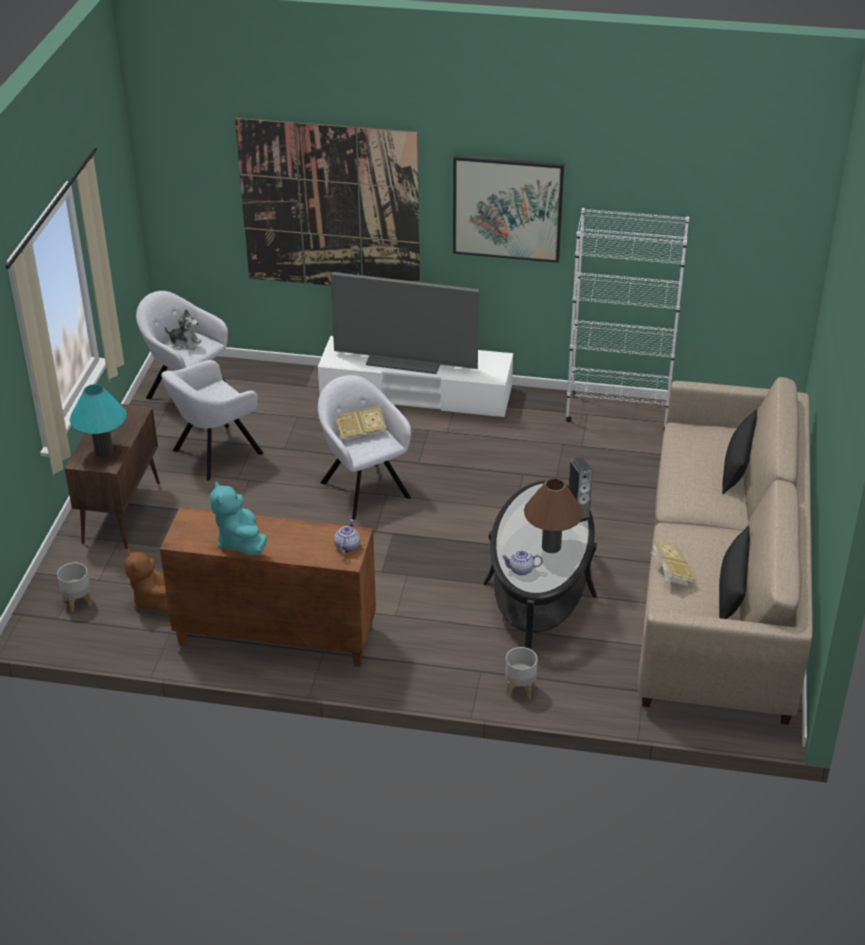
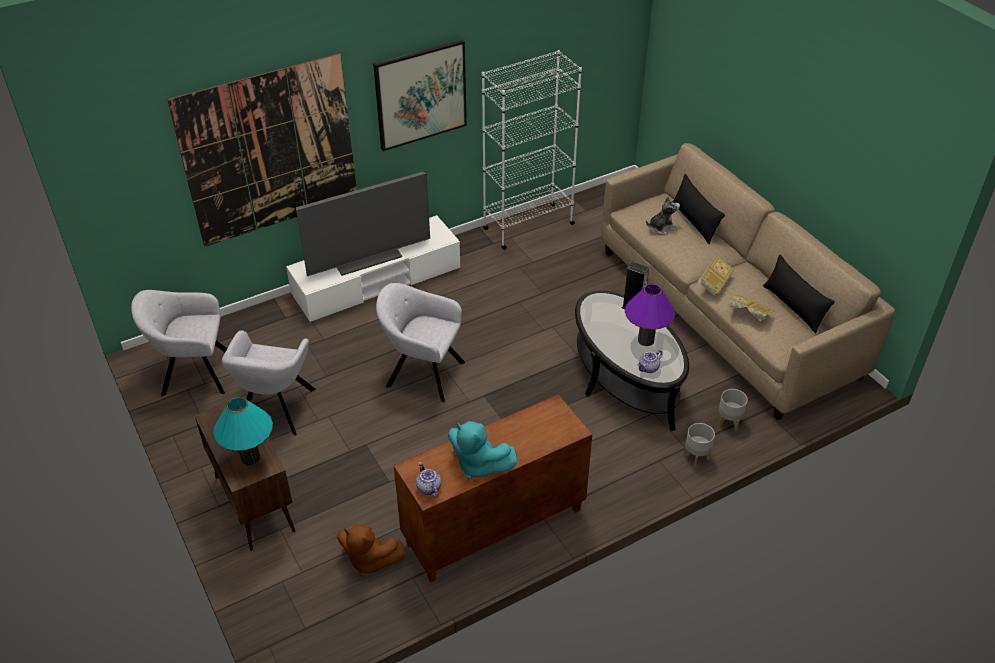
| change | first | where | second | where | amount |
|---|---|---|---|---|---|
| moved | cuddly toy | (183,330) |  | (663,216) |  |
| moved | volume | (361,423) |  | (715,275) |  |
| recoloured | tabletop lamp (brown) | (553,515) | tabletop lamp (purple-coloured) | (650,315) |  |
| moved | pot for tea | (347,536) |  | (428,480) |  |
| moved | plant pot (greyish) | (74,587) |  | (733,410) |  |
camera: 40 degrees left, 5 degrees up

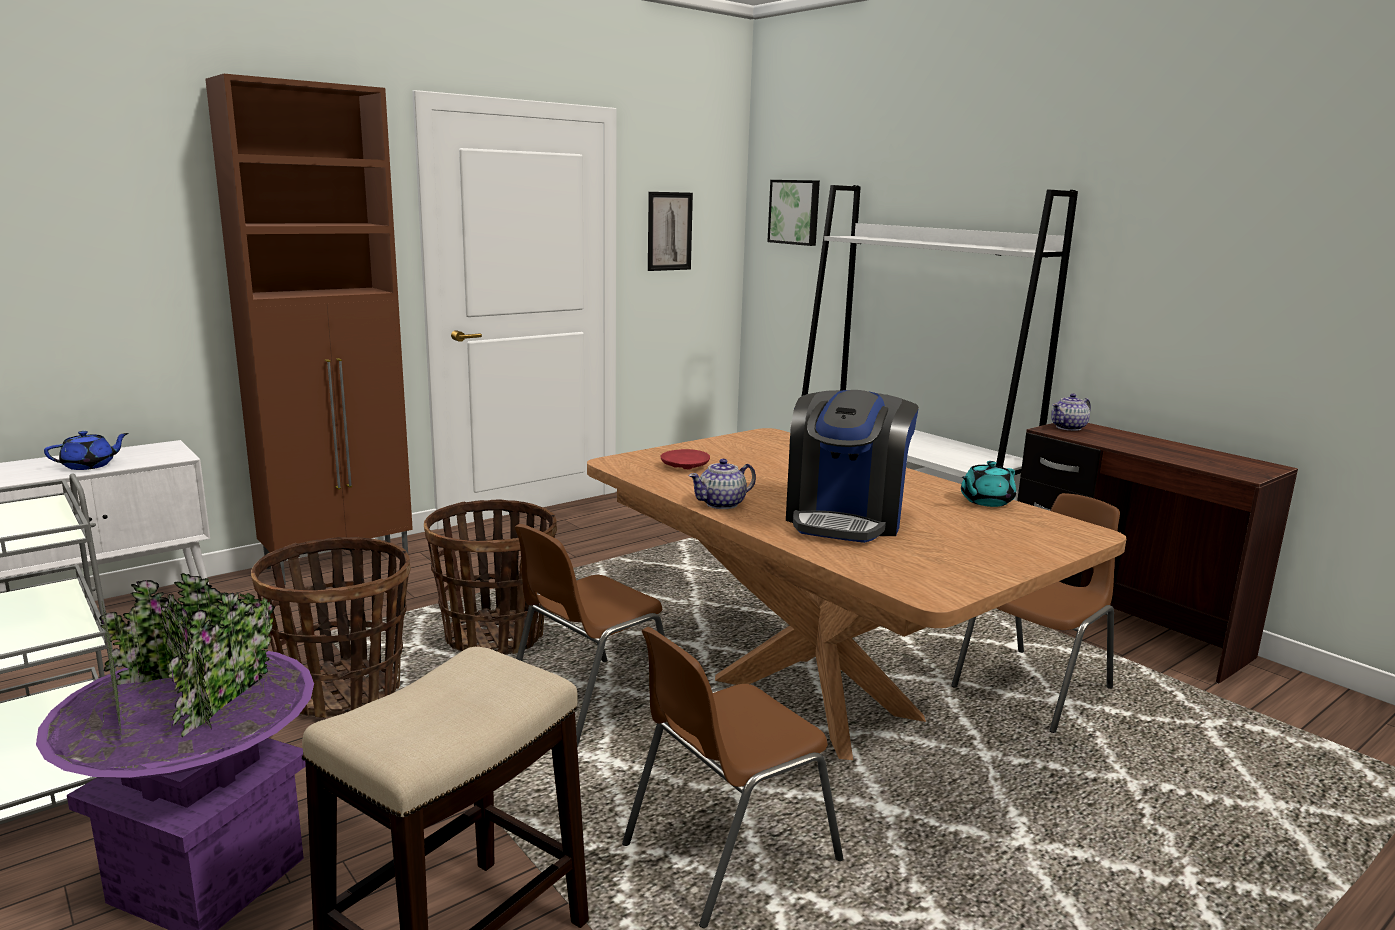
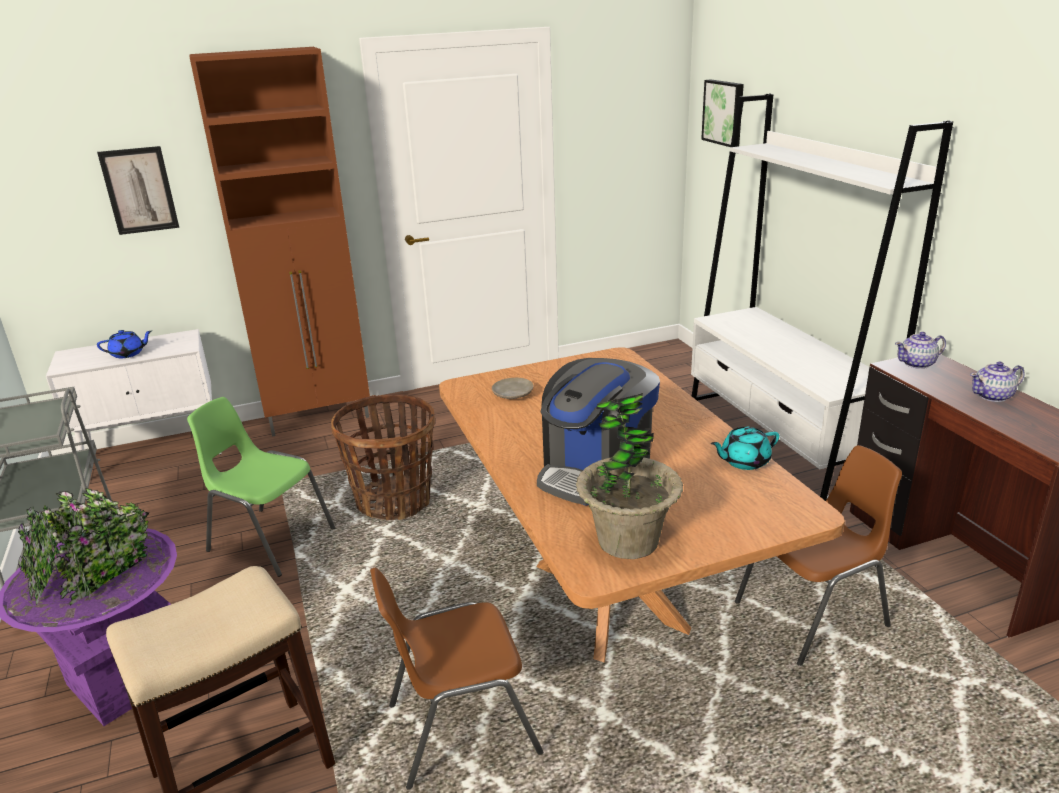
| change | first | where | second | where | amount |
|---|---|---|---|---|---|
| moved | wall picture | (670,231) |  | (138,190) |  |
| recoloured | plate (reddish) | (685,459) | plate (beige-coloured) | (512,388) |  |
| moved | pot for tea | (722,484) |  | (997,382) |  |
| removed | upright chair (brown) | (590,636) |  |  |  |
| replaced | basket | (331,627) | upright chair (green) | (261,487) |  |
| added |  |  | houseplant | (629,476) |  |
camera: 20 degrees right, 10 degrees up

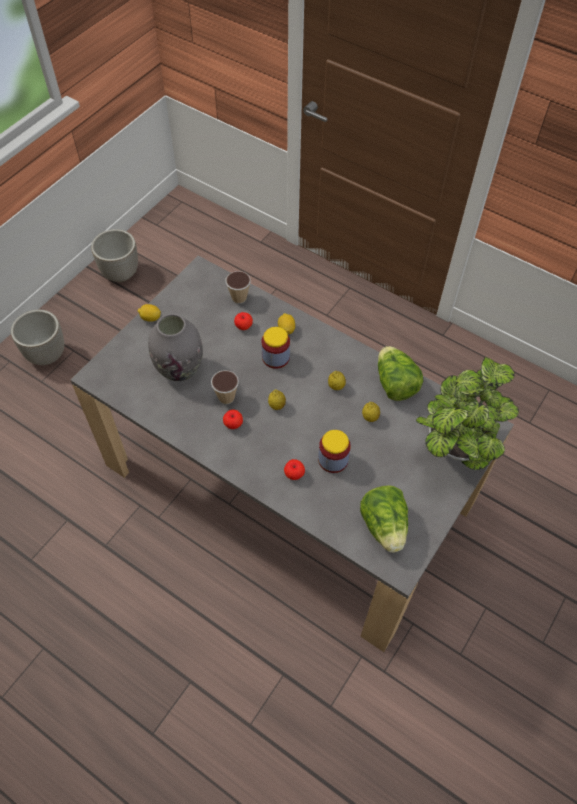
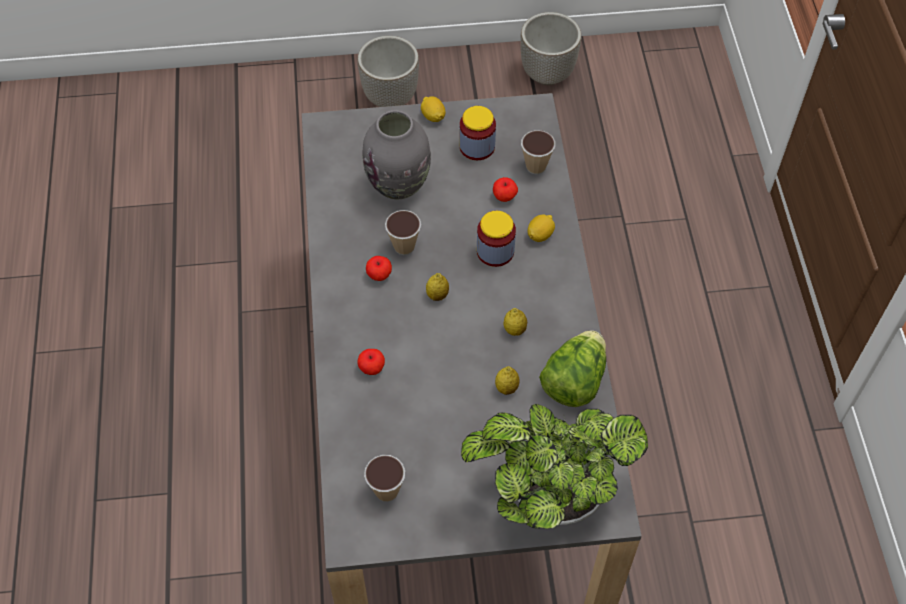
| change | first | where | second | where | amount |
|---|---|---|---|---|---|
| moved | storage jar | (334,451) |  | (477,133) |  |
| replaced | lettuce head | (384,519) | cup | (384,478) |  |
camera: 50 degrees right, 0 degrees up

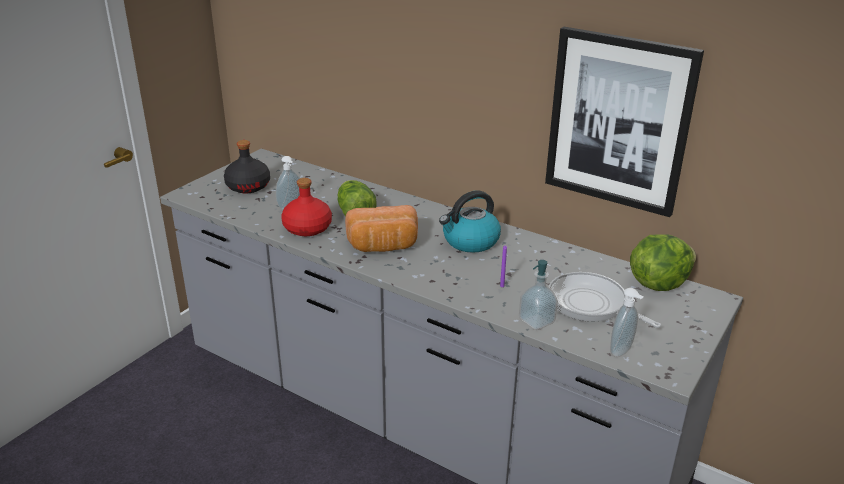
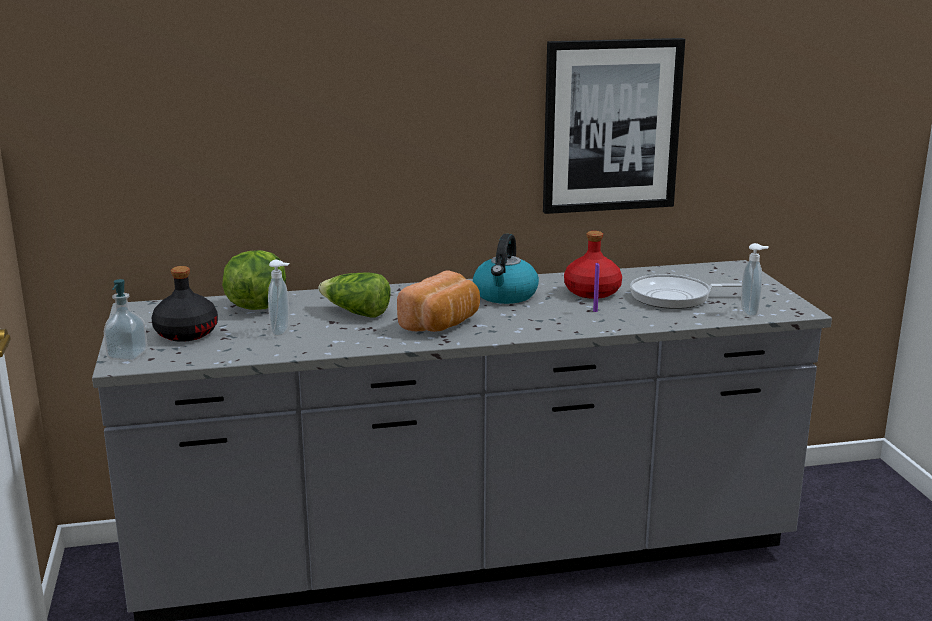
| change | first | where | second | where | amount |
|---|---|---|---|---|---|
| moved | beverage bottle (reddish) | (306,207) |  | (593,265) |  |
| moved | lettuce head | (663,262) |  | (254,280) |  |
| moved | soap bottle | (538,295) |  | (126,320) |  |
camera: 45 degrees left, 10 degrees down

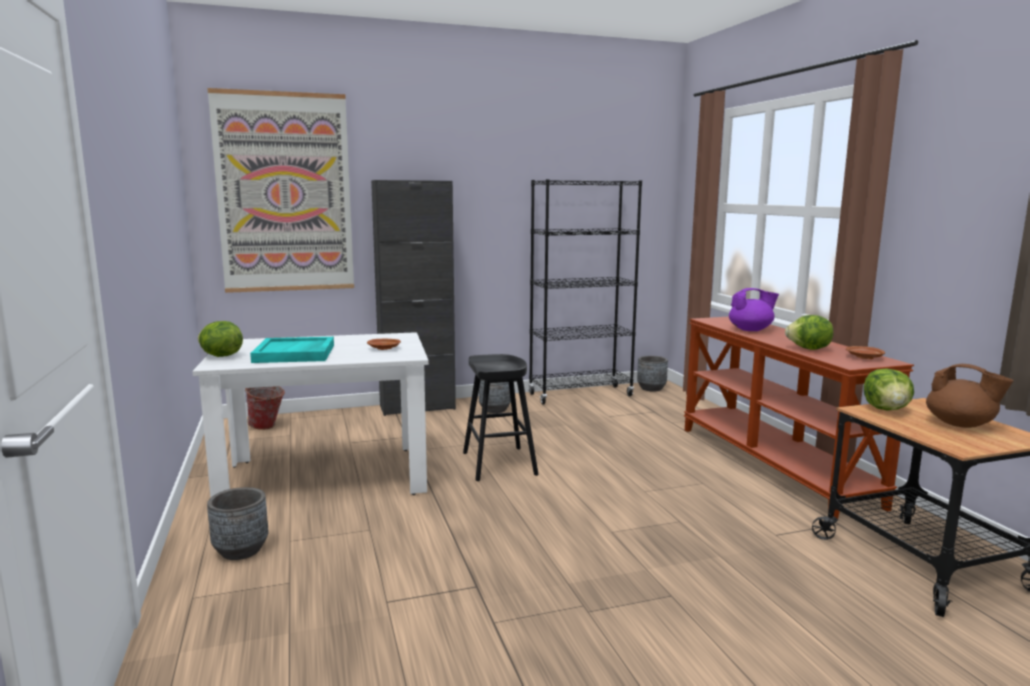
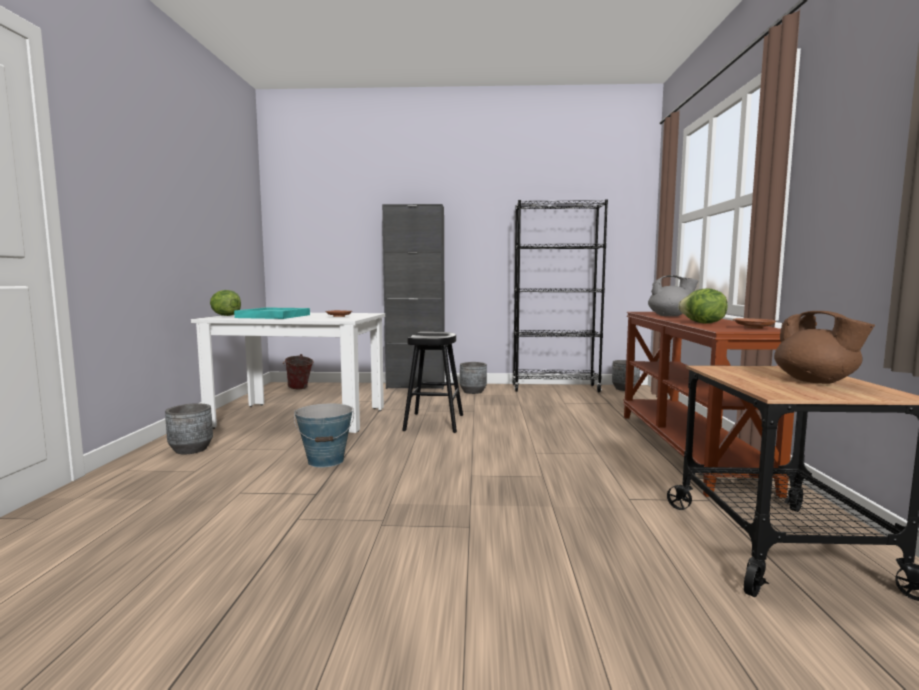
| change | first | where | second | where | amount |
|---|---|---|---|---|---|
| removed | wall picture | (280,190) |  |  |  |
| recoloured | pot for tea (purple-coloured) | (754,309) | pot for tea (greyish) | (673,295) |  |
| removed | lettuce head | (889,389) |  |  |  |
| added |  |  | pail | (324,435) |  |
camera: 20 degrees right, 5 degrees down

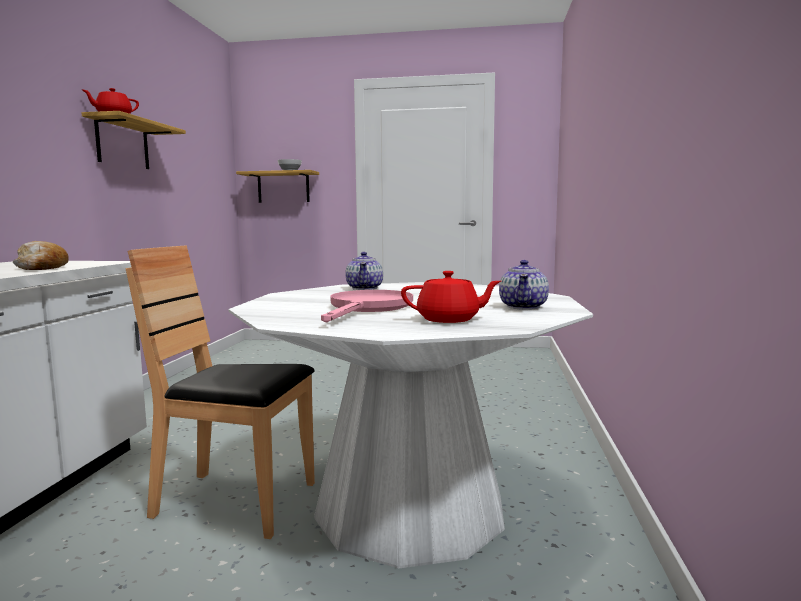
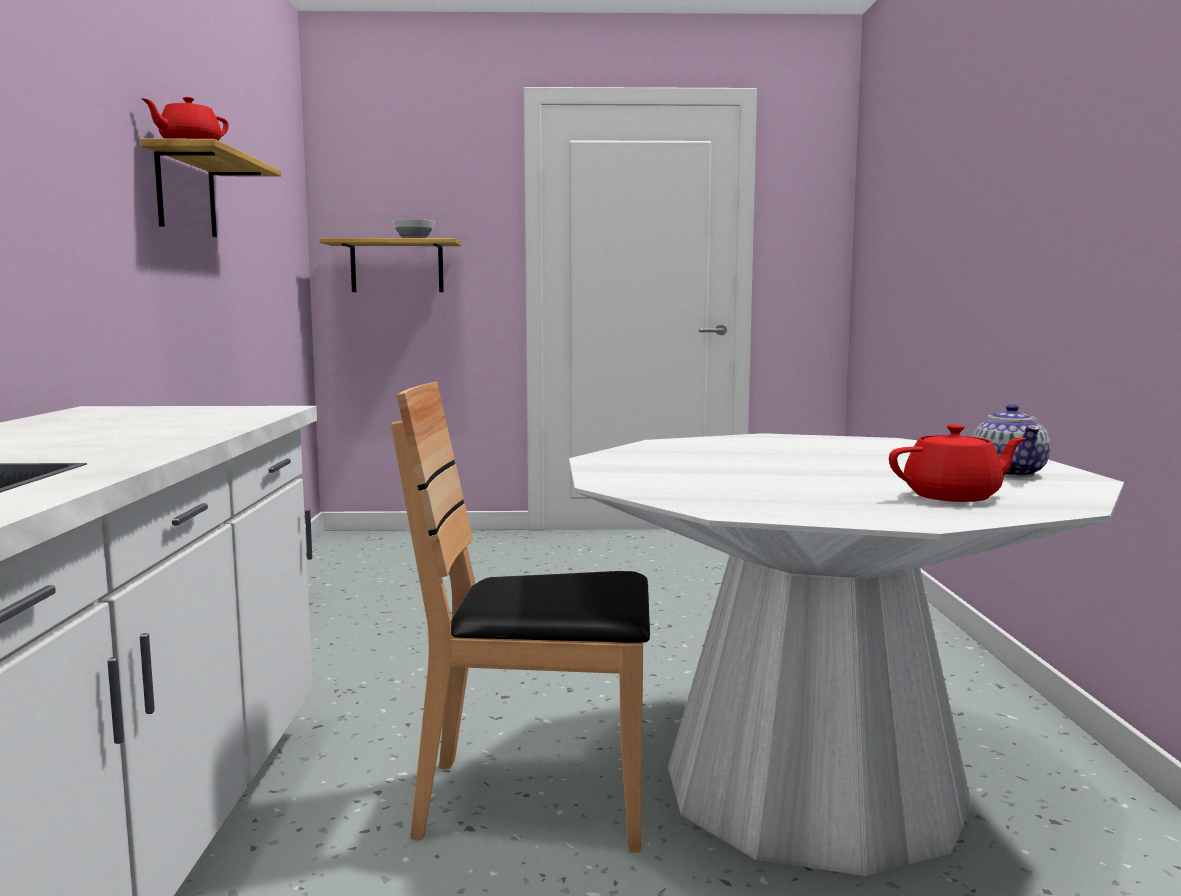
| change | first | where | second | where | amount |
|---|---|---|---|---|---|
| removed | bakery bread | (41,255) |  |  |  |
| removed | pot for tea | (364,271) |  |  |  |
| removed | pan (pink) | (367,306) |  |  |  |
camera: 10 degrees left, 0 degrees up

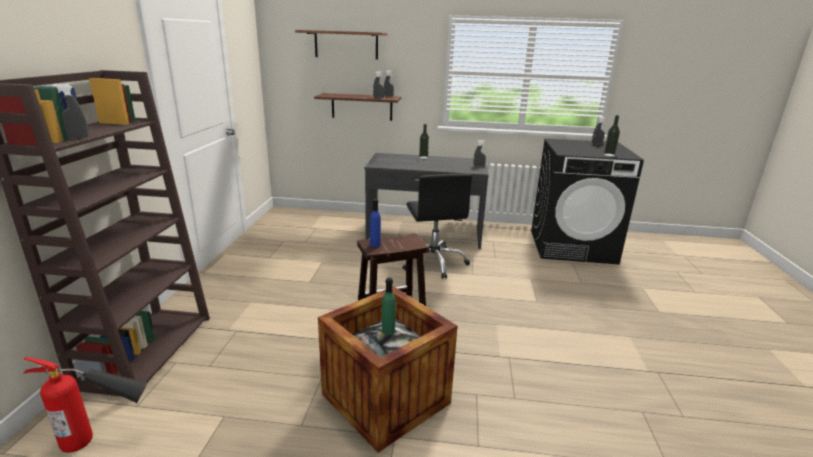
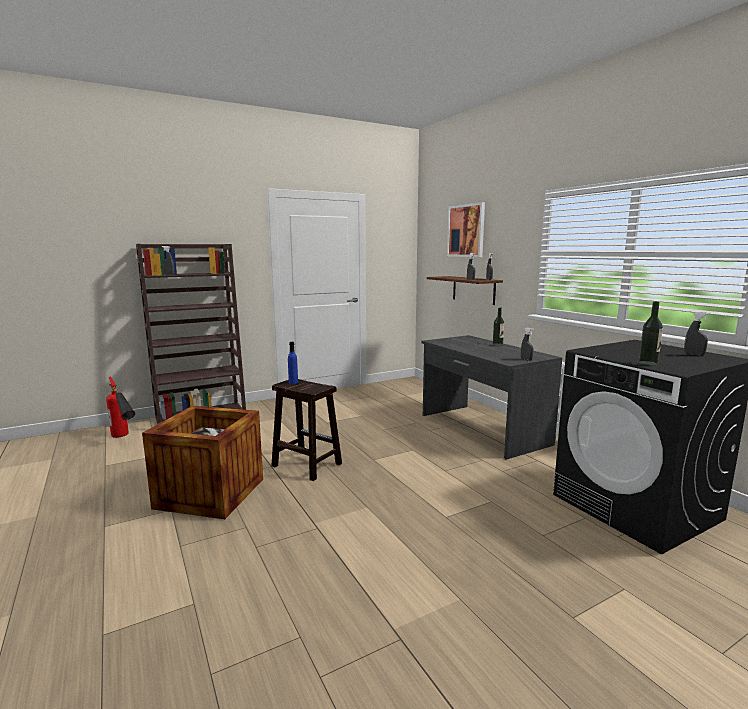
| change | first | where | second | where | amount |
|---|---|---|---|---|---|
| replaced | shelf (brown) | (341,44) | wall picture | (466,229) |  |
| removed | office chair (black-coloured) | (437,226) |  |  |  |
| removed | beverage bottle (green) | (389,306) |  |  |  |
camera: 55 degrees right, 10 degrees down

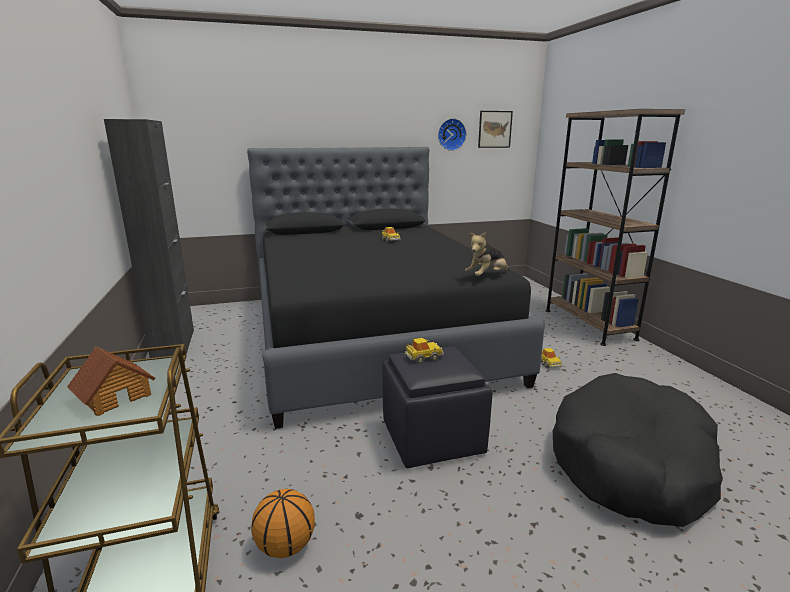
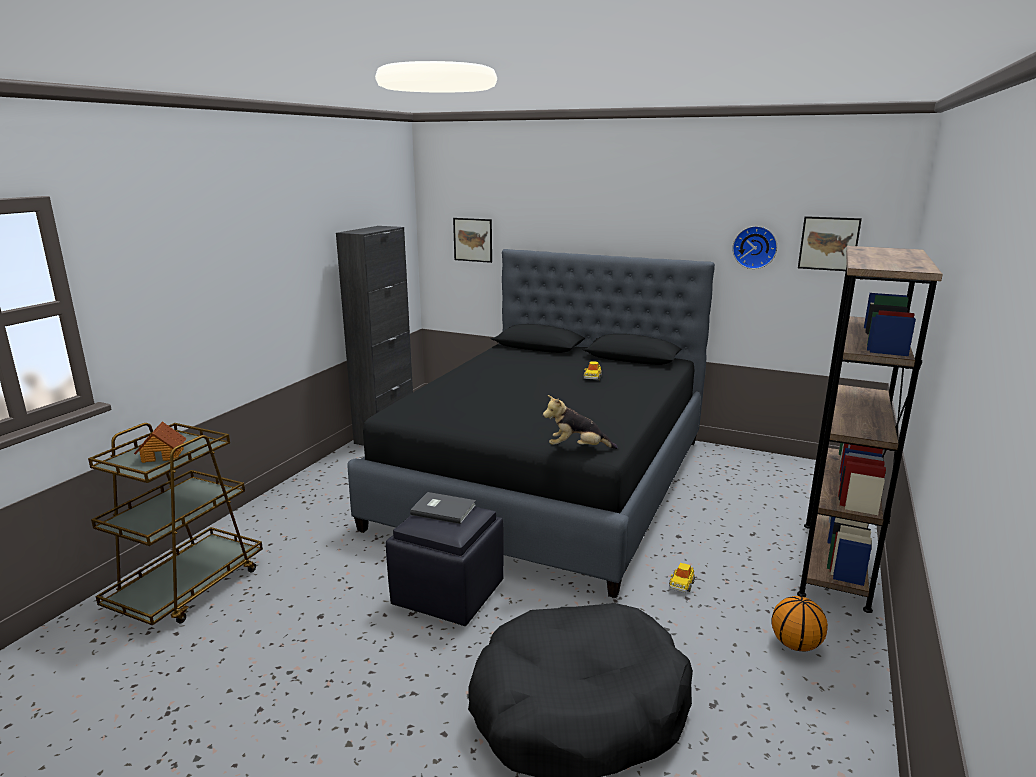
| change | first | where | second | where | amount |
|---|---|---|---|---|---|
| replaced | miniature car | (424,350) | volume (greyish) | (443,508) |  |
| moved | basketball ball | (283,523) |  | (799,623) |  |
| added |  |  | wall picture | (472,240) |  |
camera: 40 degrees right, 0 degrees up

